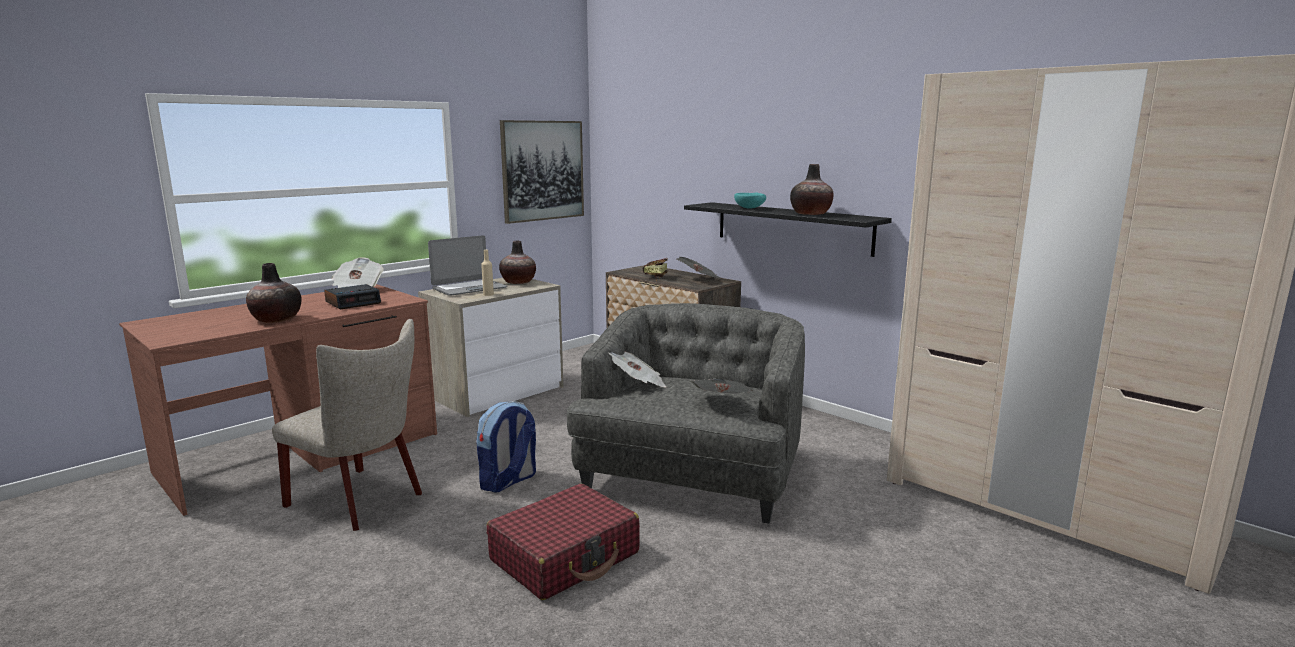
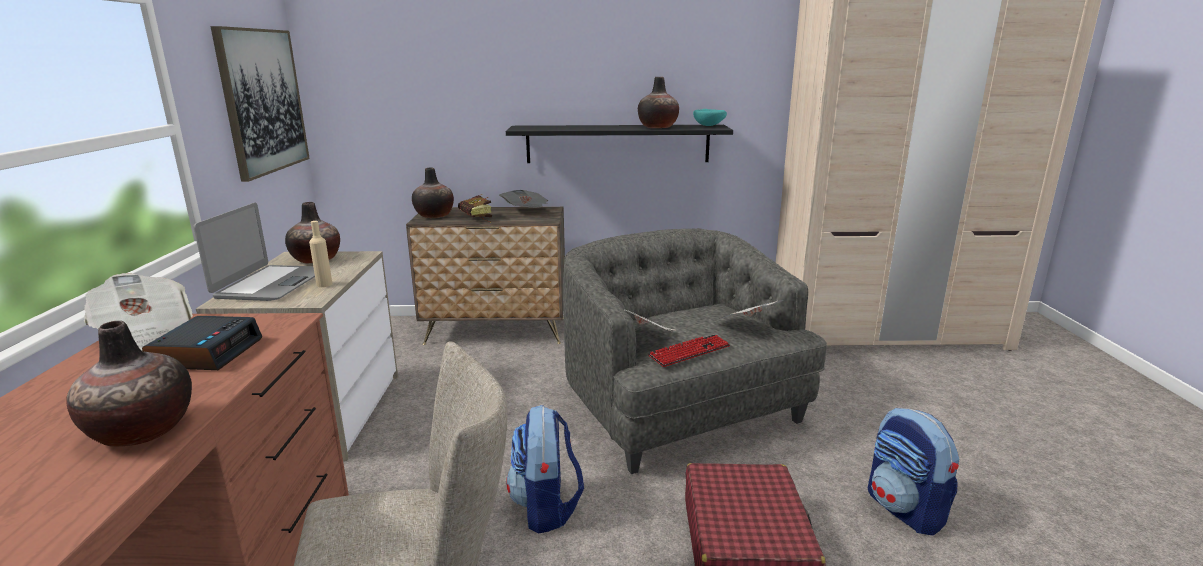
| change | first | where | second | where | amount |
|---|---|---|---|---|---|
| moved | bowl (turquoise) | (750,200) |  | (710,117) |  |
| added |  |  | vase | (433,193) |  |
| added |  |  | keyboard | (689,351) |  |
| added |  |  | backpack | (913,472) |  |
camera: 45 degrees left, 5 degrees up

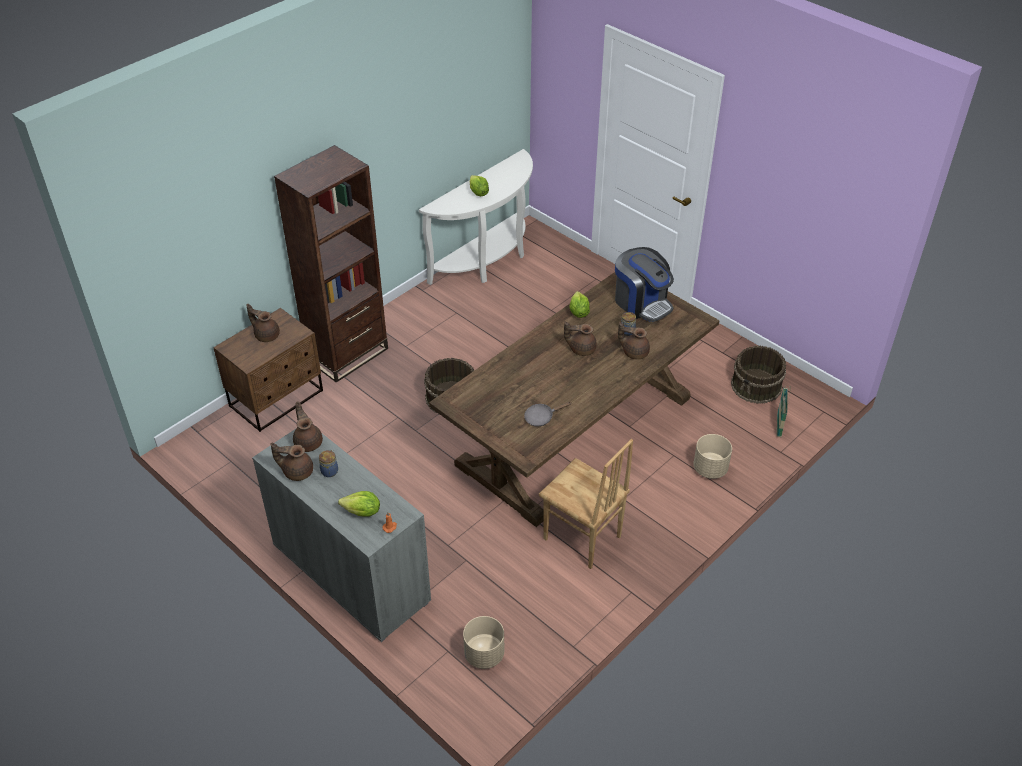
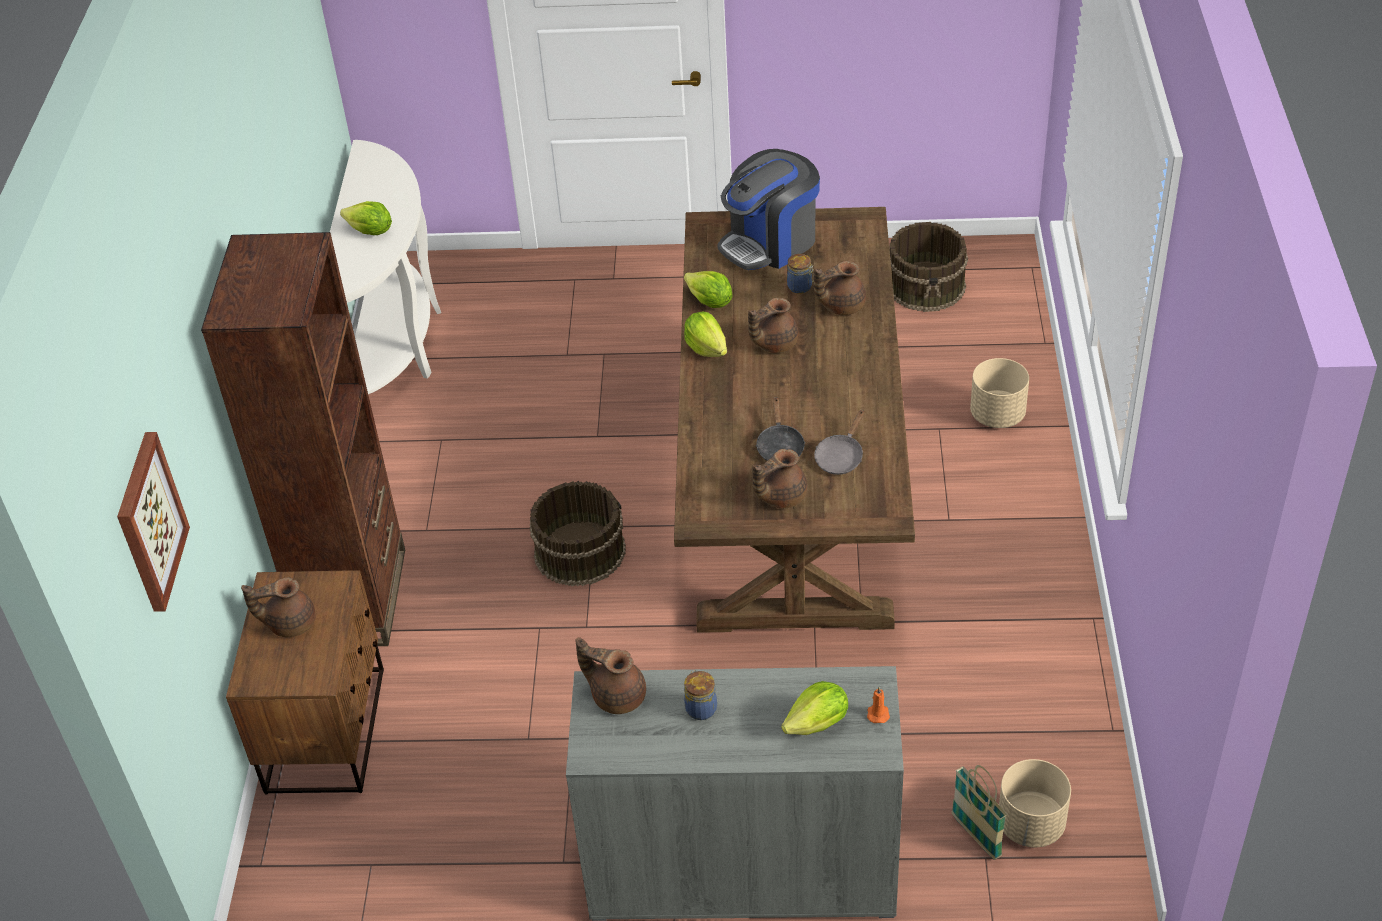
| change | first | where | second | where | amount |
|---|---|---|---|---|---|
| turned | coffee brewer | (644,284) |  | (769,209) | 135 degrees clockwise |
| moved | basket | (783,411) |  | (979,812) |  |
| removed | upright chair (brown) | (586,504) |  |  |  |
| moved | pot for tea (brown) | (292,462) |  | (779,479) |  |
| added |  |  | lettuce head | (705,334) |  |
| added |  |  | pan (black-coloured) | (780,429) |  |
| added |  |  | wall picture | (153,522) |  |
camera: 40 degrees left, 0 degrees up

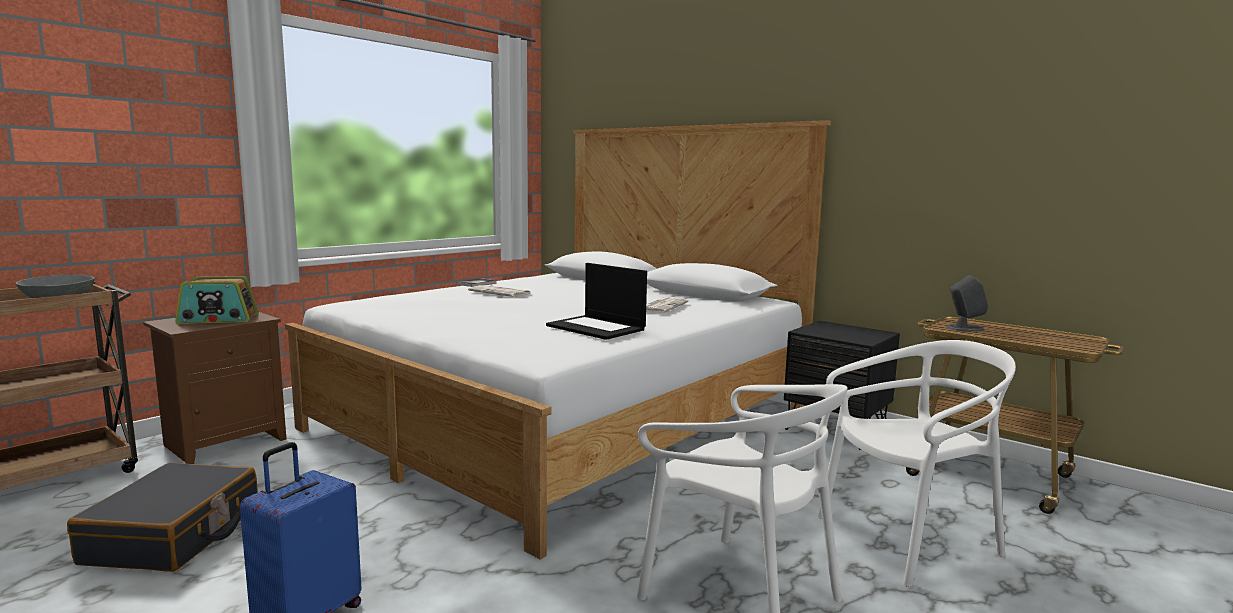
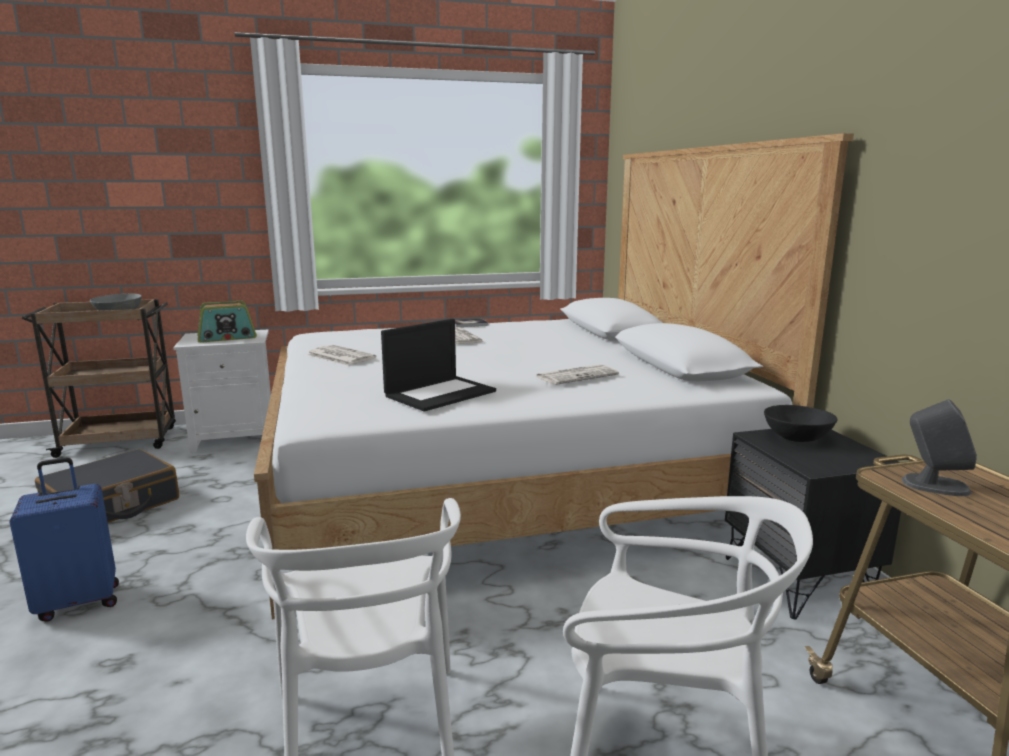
| change | first | where | second | where | amount |
|---|---|---|---|---|---|
| turned | notebook computer | (596,301) |  | (438,365) | 120 degrees counterclockwise |
| turned | radio | (216,300) |  | (227,322) | 45 degrees counterclockwise |
| recoloured | nightstand (brown) | (214,388) | nightstand (white-coloured) | (222,391) |  |
| added |  |  | printed paper | (342,355) |  |
| added |  |  | bowl (black-coloured) | (800,423) |  |
camera: 35 degrees right, 5 degrees up

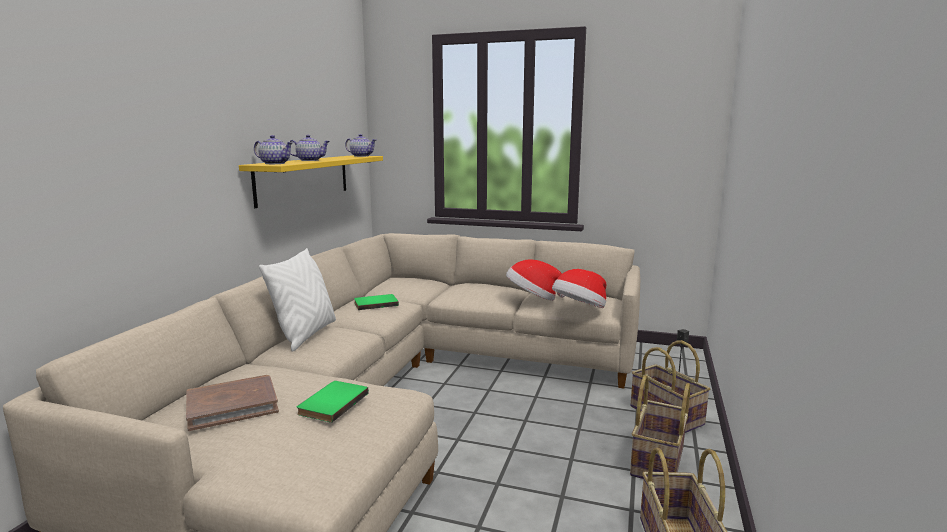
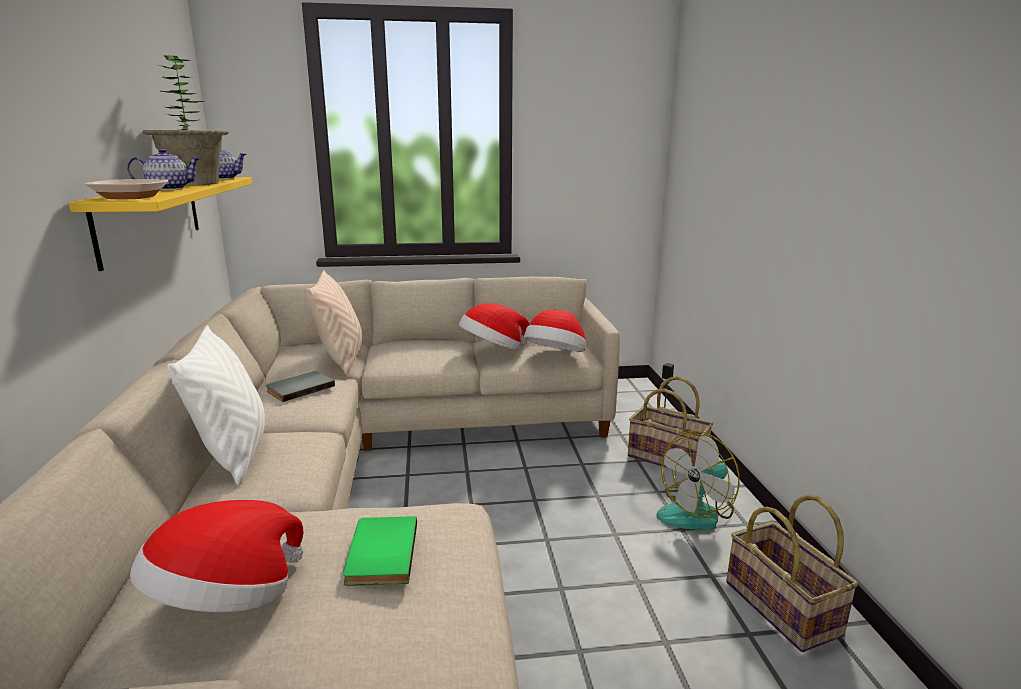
| change | first | where | second | where | amount |
|---|---|---|---|---|---|
| replaced | pot for tea | (273,149) | bowl | (126,189) |  |
| recoloured | volume (green) | (376,302) | volume (greyish) | (300,386) |  |
| replaced | volume (brown) | (232,403) | hat | (217,556) |  |
| replaced | basket | (660,427) | electric fan | (698,480) |  |
| added |  |  | houseplant | (186,120) |  |
| added |  |  | throw pillow (beige-coloured) | (334,322) |  |
camera: 25 degrees left, 5 degrees up

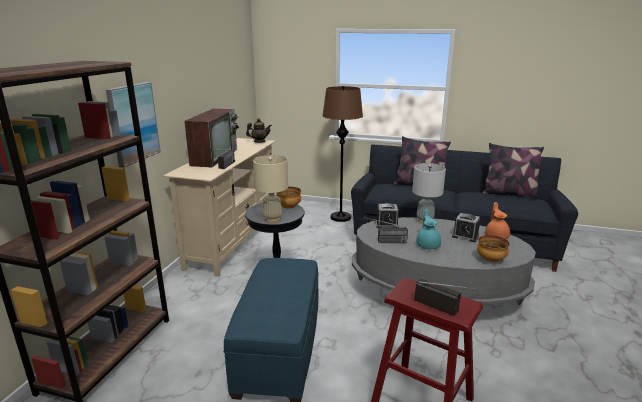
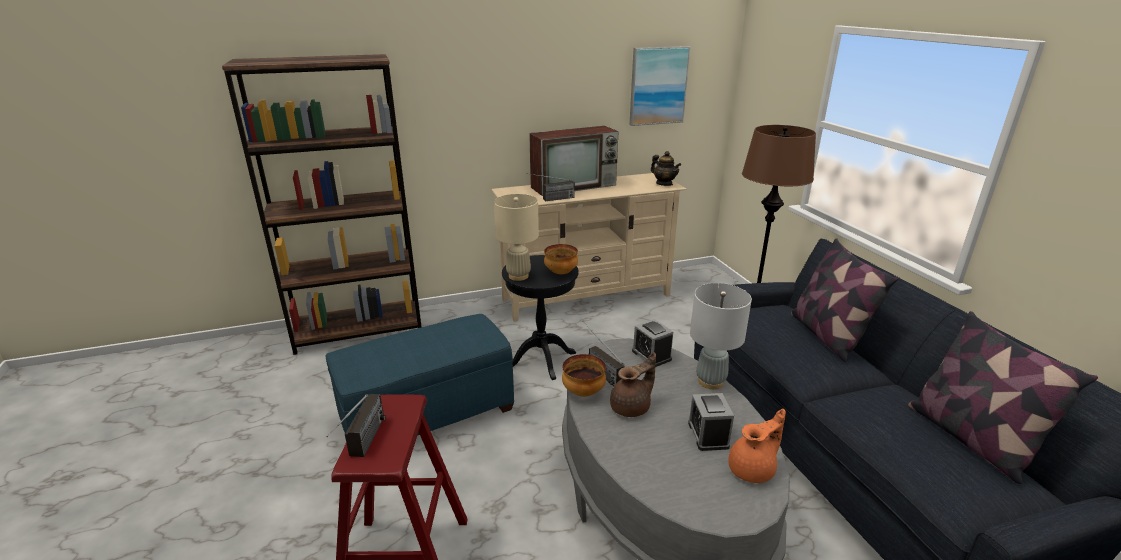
| change | first | where | second | where | amount |
|---|---|---|---|---|---|
| moved | wall picture | (133,125) |  | (659,86) |  |
| recoloured | pot for tea (turquoise) | (428,229) | pot for tea (brown) | (633,384) |  |
| moved | bowl | (493,248) |  | (584,375) |  |
camera: 55 degrees right, 5 degrees up

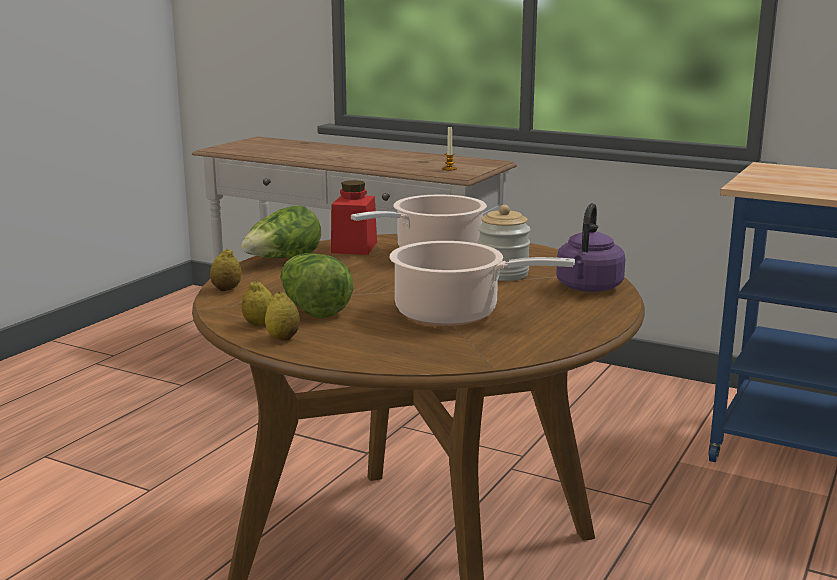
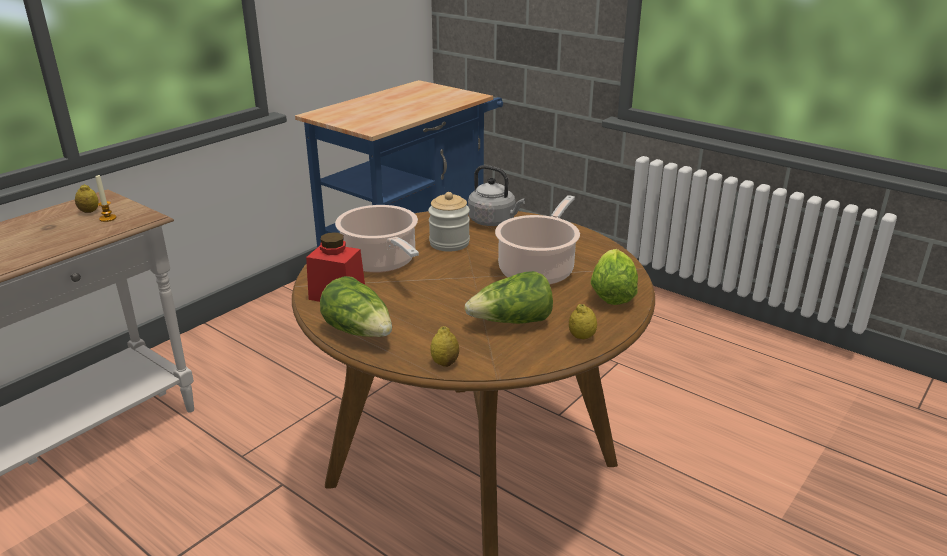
| change | first | where | second | where | amount |
|---|---|---|---|---|---|
| recoloured | kettle (purple-coloured) | (590,247) | kettle (greyish) | (496,195) |  |
| moved | citrus fruit | (257,303) |  | (87,198) |  |
| added |  |  | lettuce head | (614,277) |  |
camera: 80 degrees left, 10 degrees up

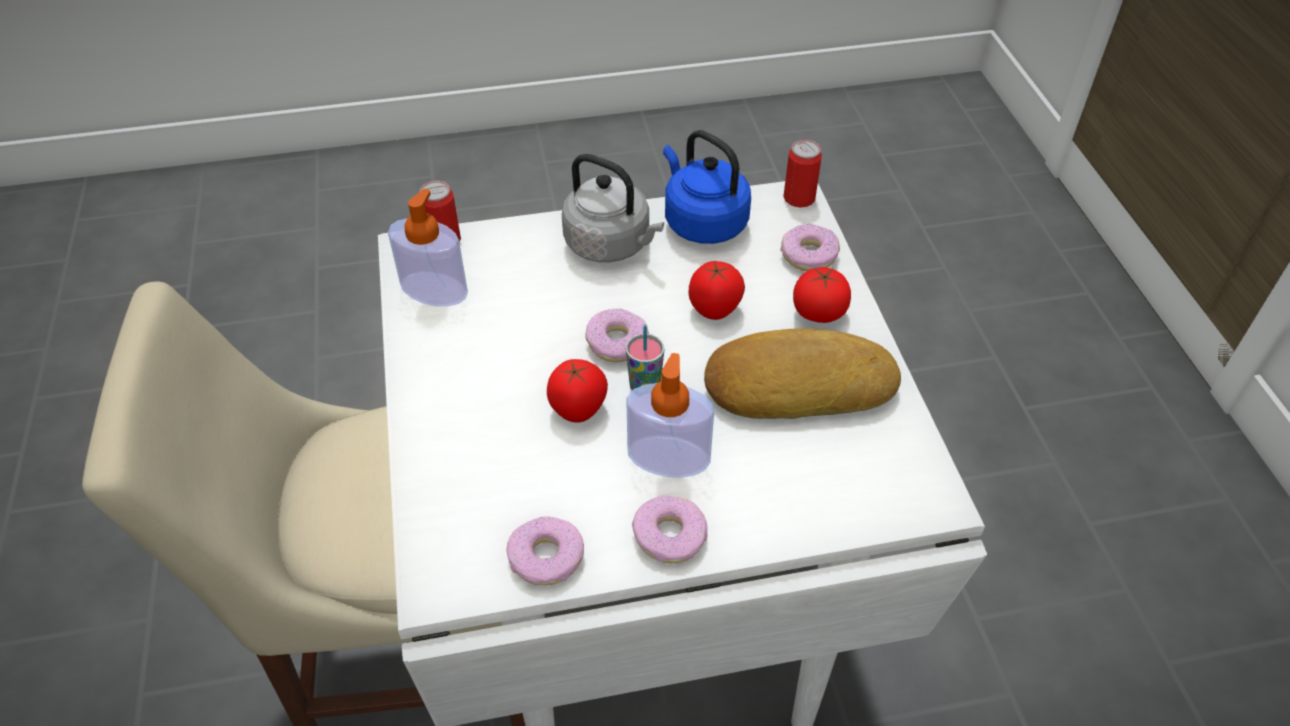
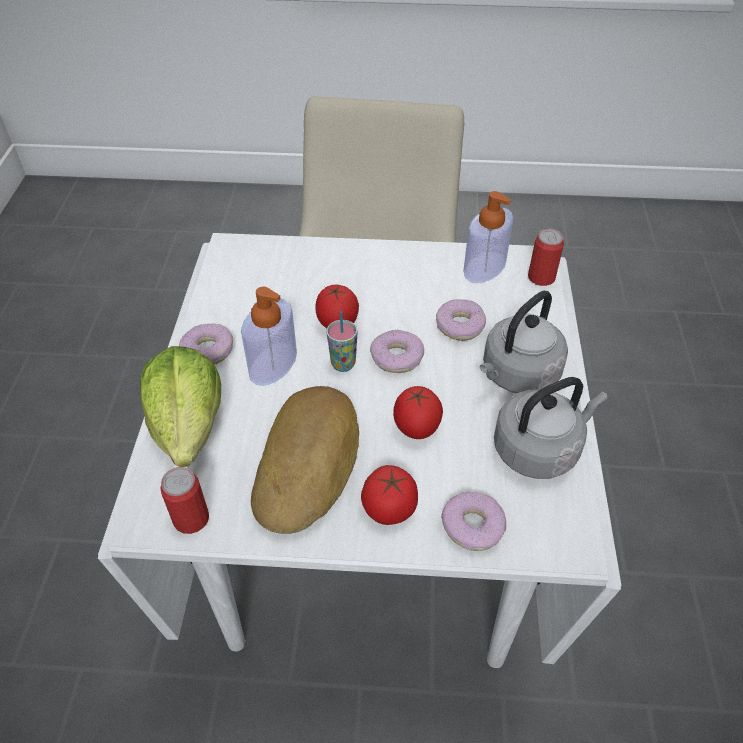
| change | first | where | second | where | amount |
|---|---|---|---|---|---|
| recoloured | kettle (blue-coloured) | (707,187) | kettle (greyish) | (551,428) |  |
| moved | metal can | (802,174) |  | (184,500) |  |
| moved | ring doughnut | (545,551) |  | (461,320) |  |
| added |  |  | lettuce head | (180,406) |  |
camera: 105 degrees right, 0 degrees up

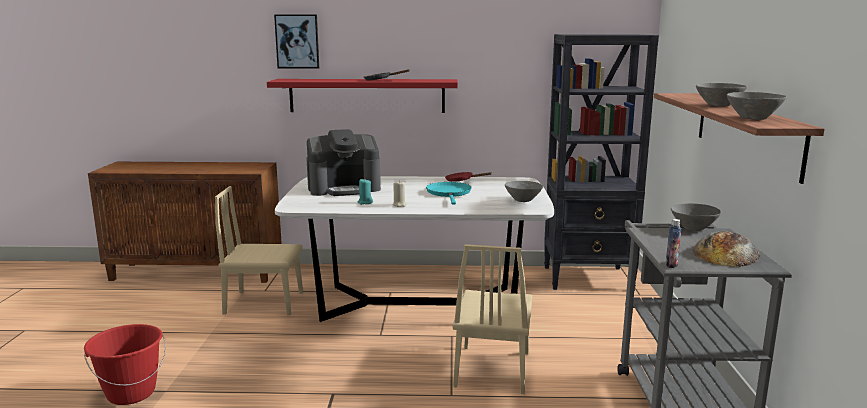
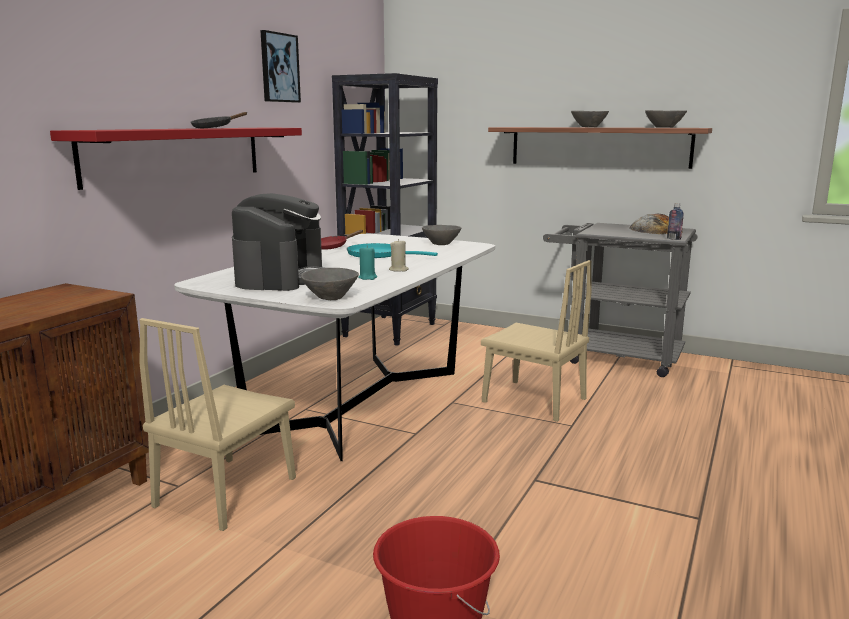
| change | first | where | second | where | amount |
|---|---|---|---|---|---|
| moved | wall picture | (296,41) |  | (280,66) |  |
| moved | bowl (greyish) | (696,217) |  | (330,284) |  |
camera: 65 degrees left, 0 degrees up

